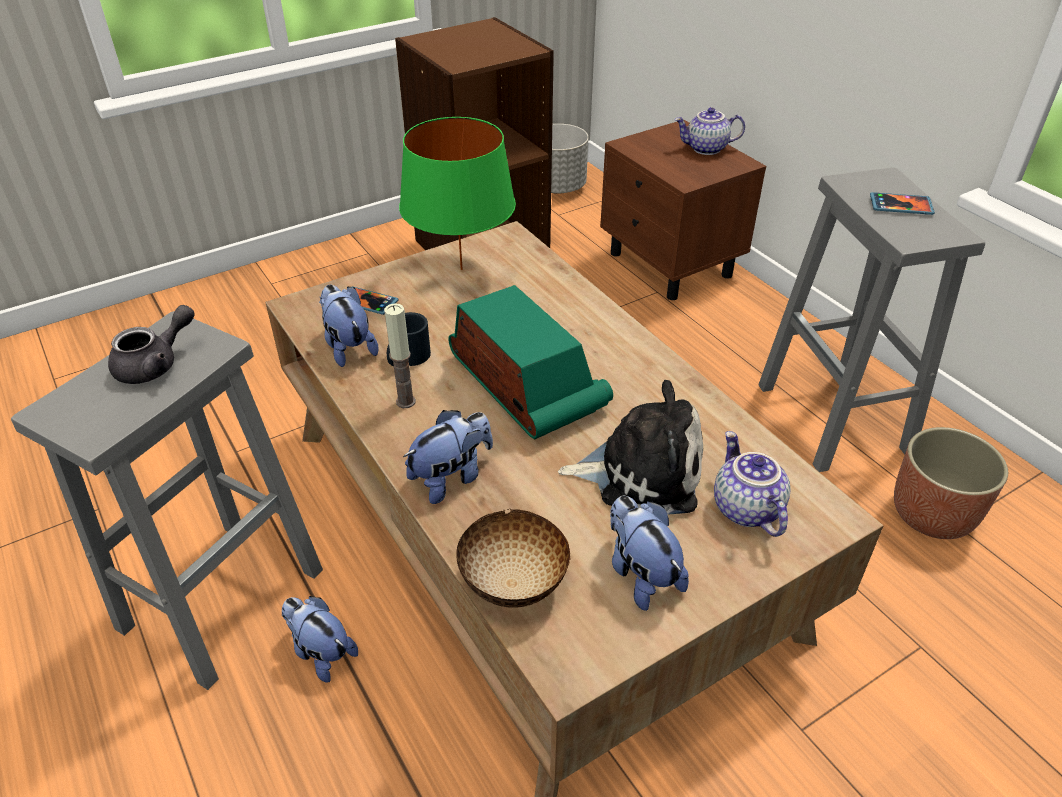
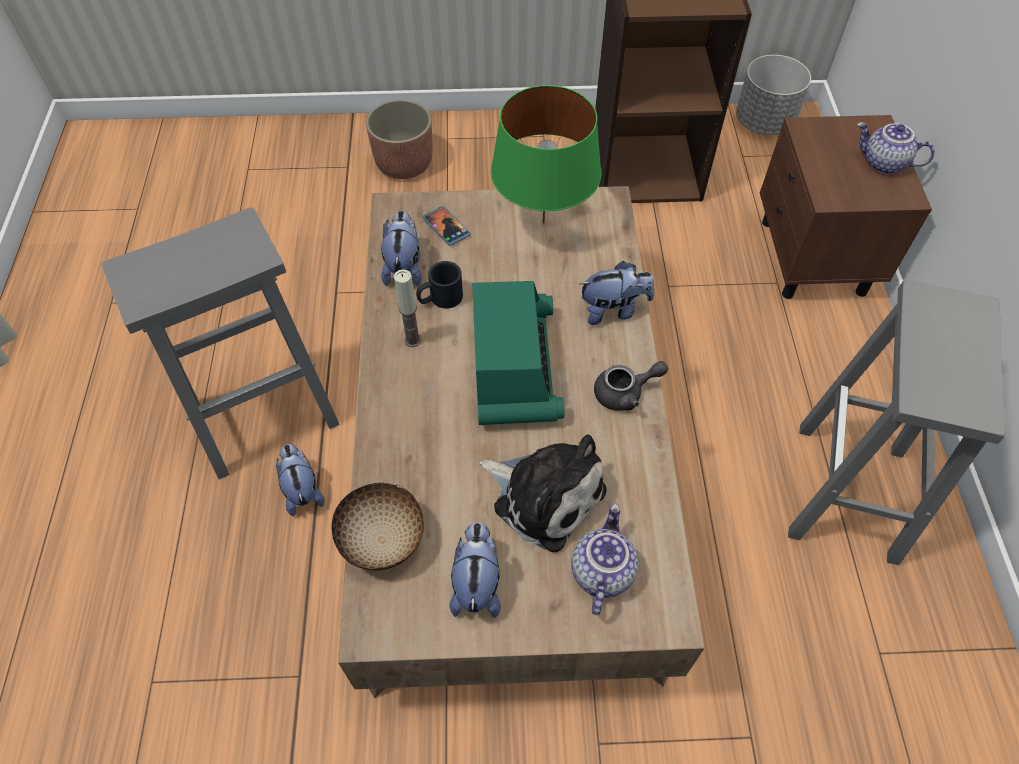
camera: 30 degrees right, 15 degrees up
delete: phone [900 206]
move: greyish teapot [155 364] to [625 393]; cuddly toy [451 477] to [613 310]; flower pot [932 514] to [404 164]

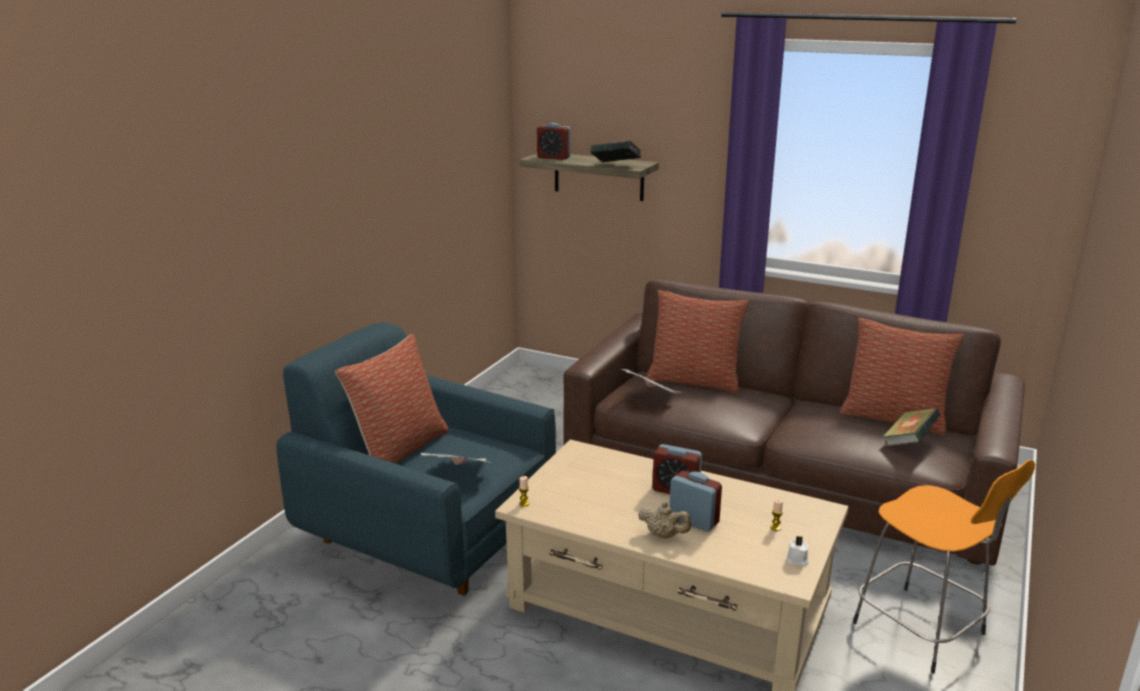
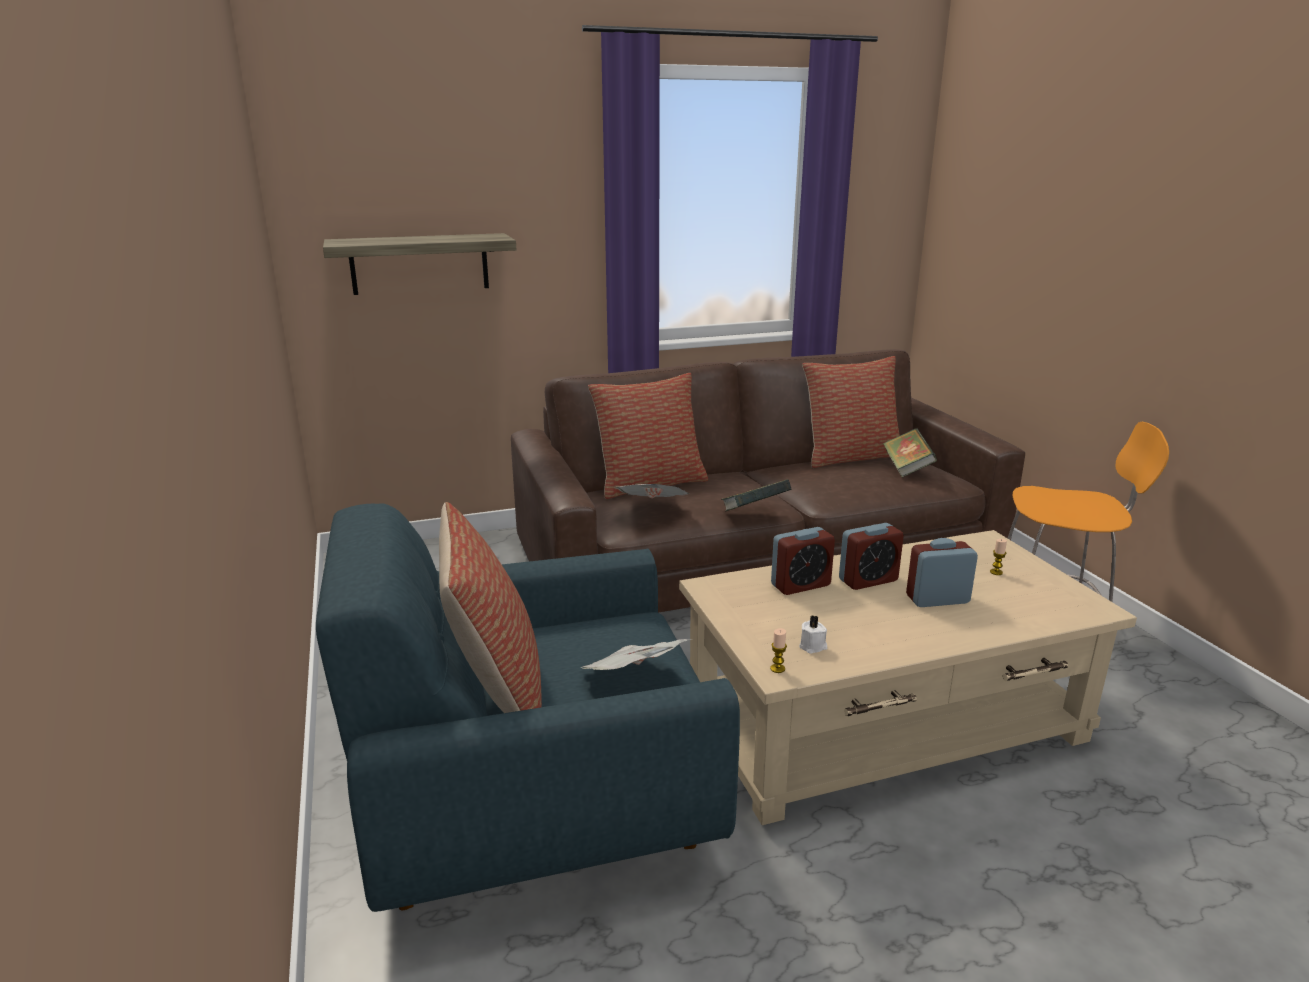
camera: 45 degrees left, 0 degrees up
delete: sand-coloured teapot [664 535]
move: table clock [553 157] to [800 585]; book [615 166] to [754 513]; white-coloured wax candle [797 560] to [813 646]

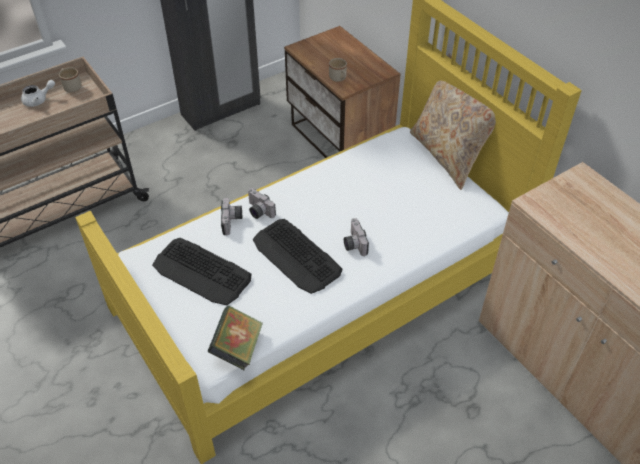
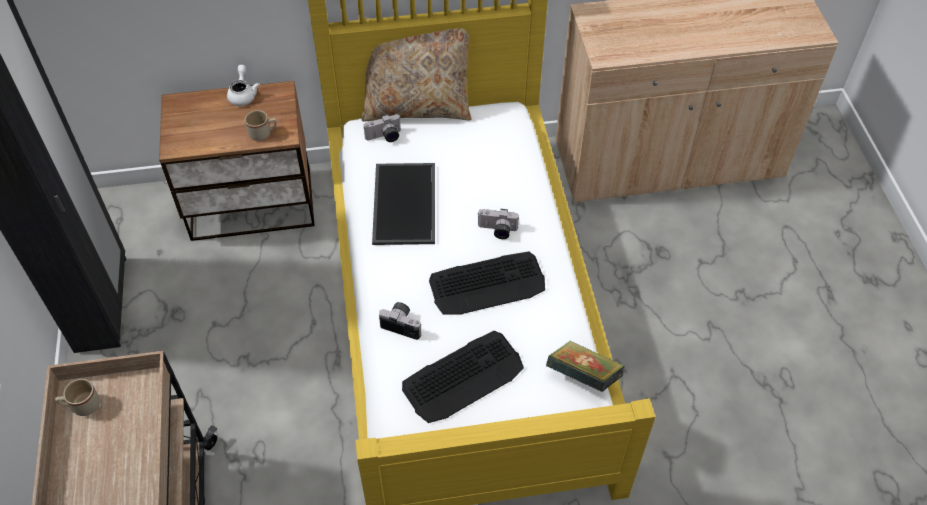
camera: 65 degrees left, 5 degrees up
insert: tray [402 203]
move: white-coloured teapot [39 100] to [243 94]; photo camera [258 211] to [384 137]

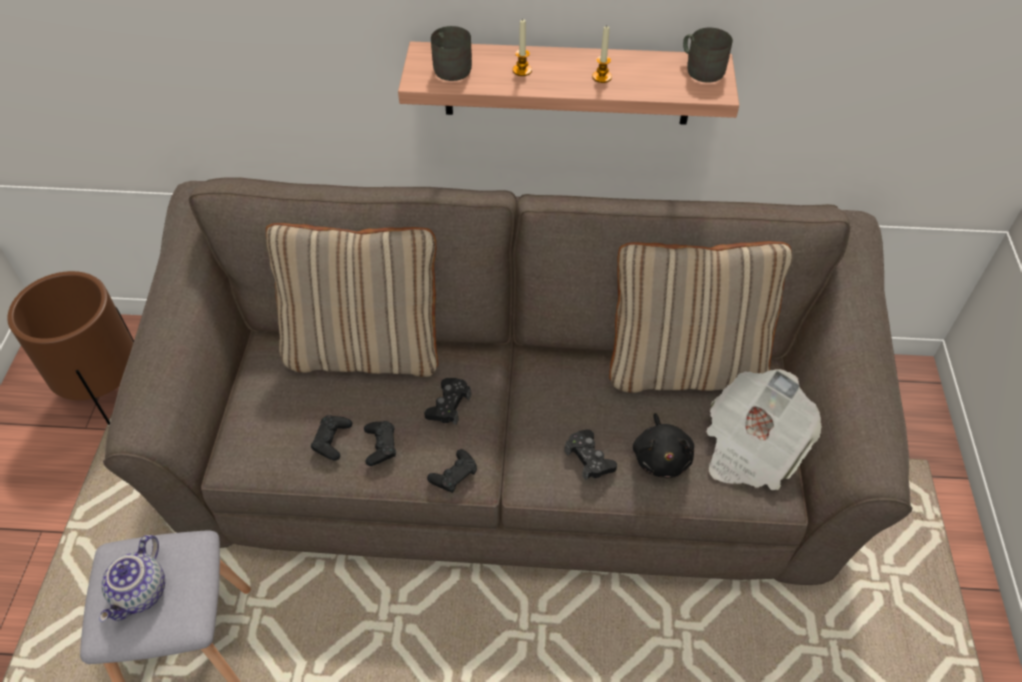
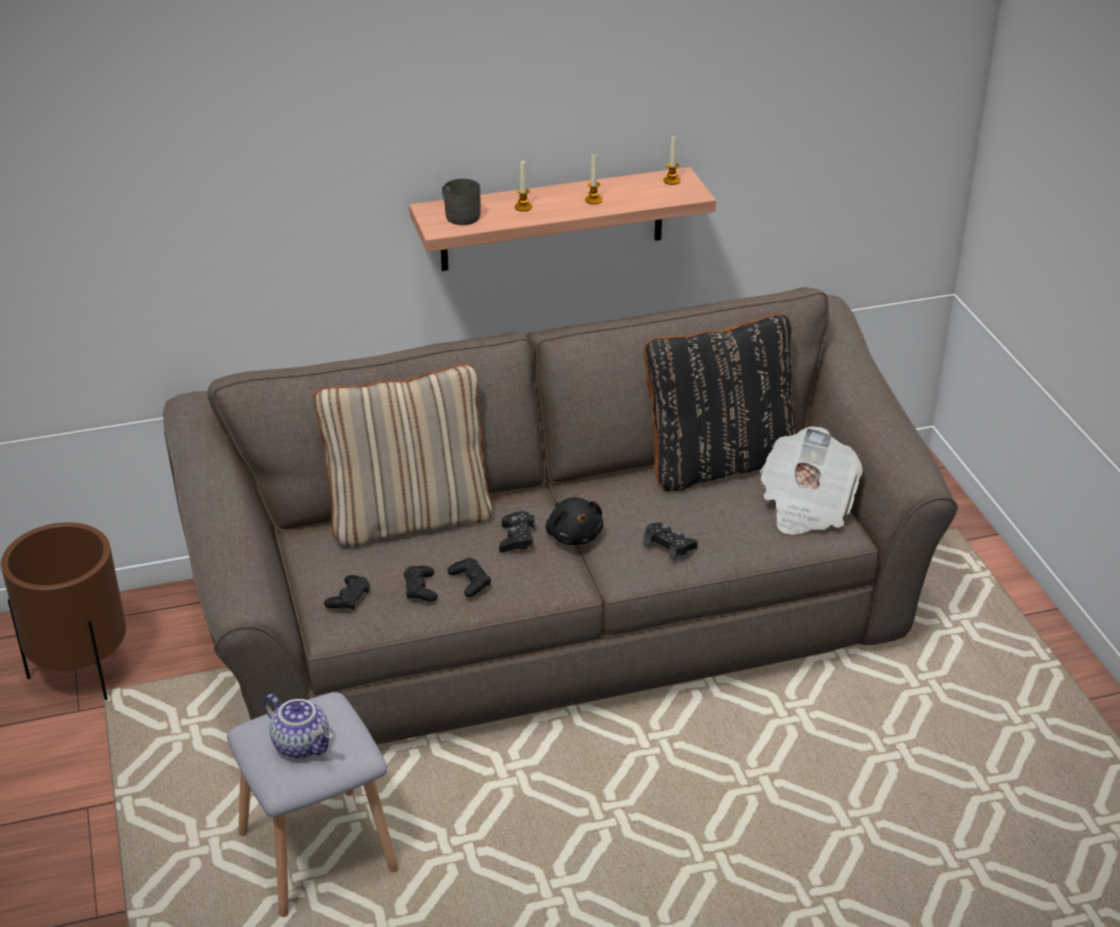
camera: 20 degrees left, 15 degrees down
move: black game controller [454 475] to [348 598]; black cuddly toy [661 457] to [574 535]
replace: greyish coffee mug [701 68] to wax candle [671 181]
recolor: sand-coloured throw pillow [685 367] to black throw pillow [719 463]
rotate: teapot [141 593] = [302 744] 45 degrees counterclockwise

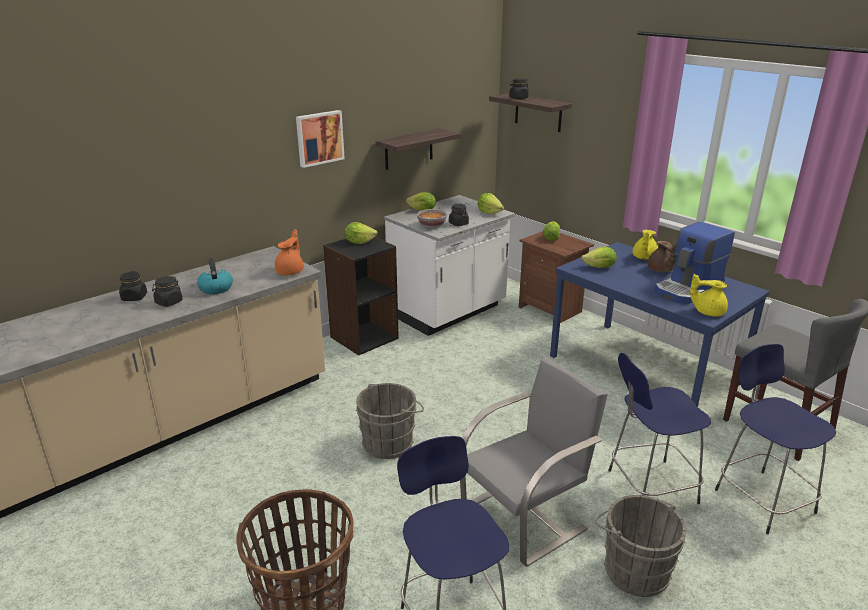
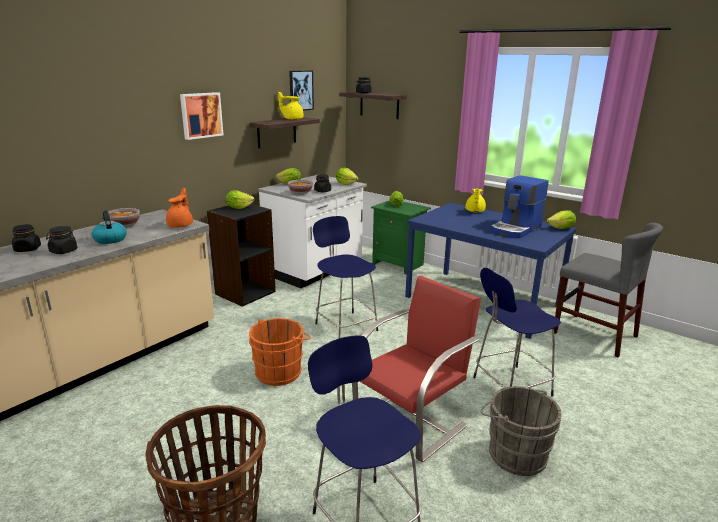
camera: 10 degrees left, 5 degrees down
delete: brownish teapot [660 270]
insert: serving bowl [124 225]; wall picture [300 90]
move: lettuce [599 267] to [561 228]; yellow-coloured teapot [707 311] to [292 119]; bluish stool seat [761 499] to [345 326]
recolor: greyish water bucket [390 442] to orange water bucket [281 371]; greyish chair [525 517] to red-coloured chair [412 421]; brownish bedside table [551 309] to green-coloured bedside table [398 264]

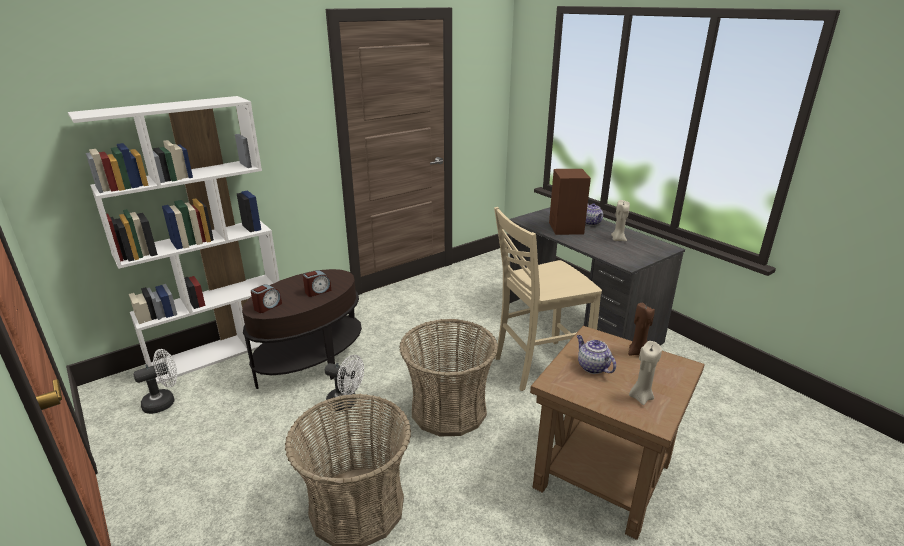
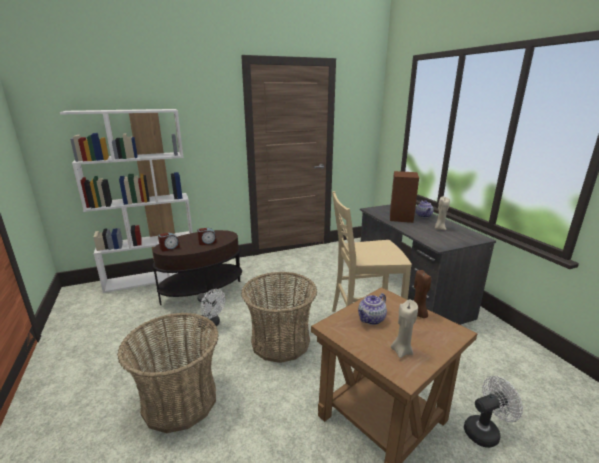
camera: 15 degrees right, 5 degrees down
move: white-coloured electric fan [164 402] to [485 431]
rotate: teapot [592 367] = [371 319] 120 degrees counterclockwise

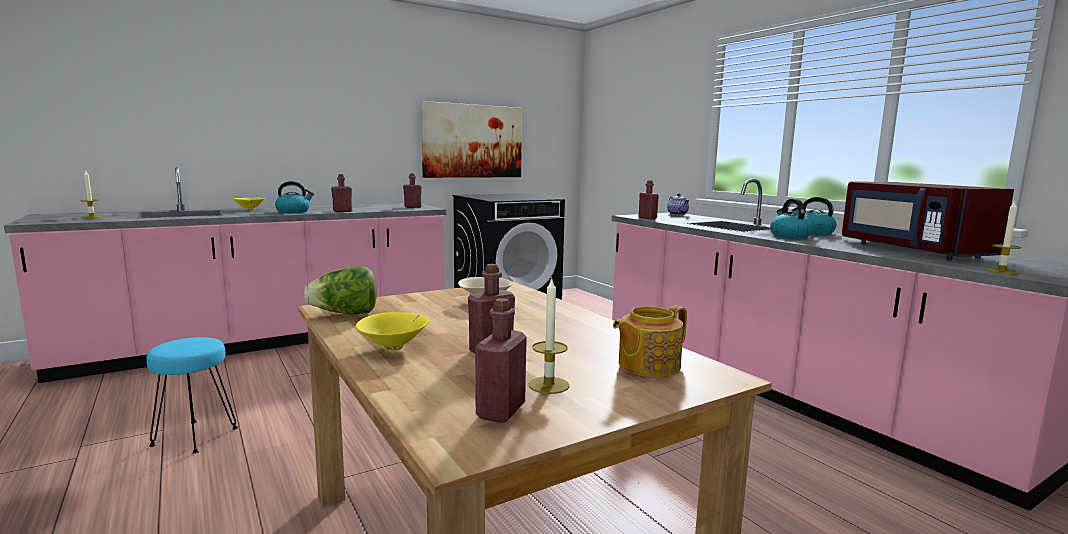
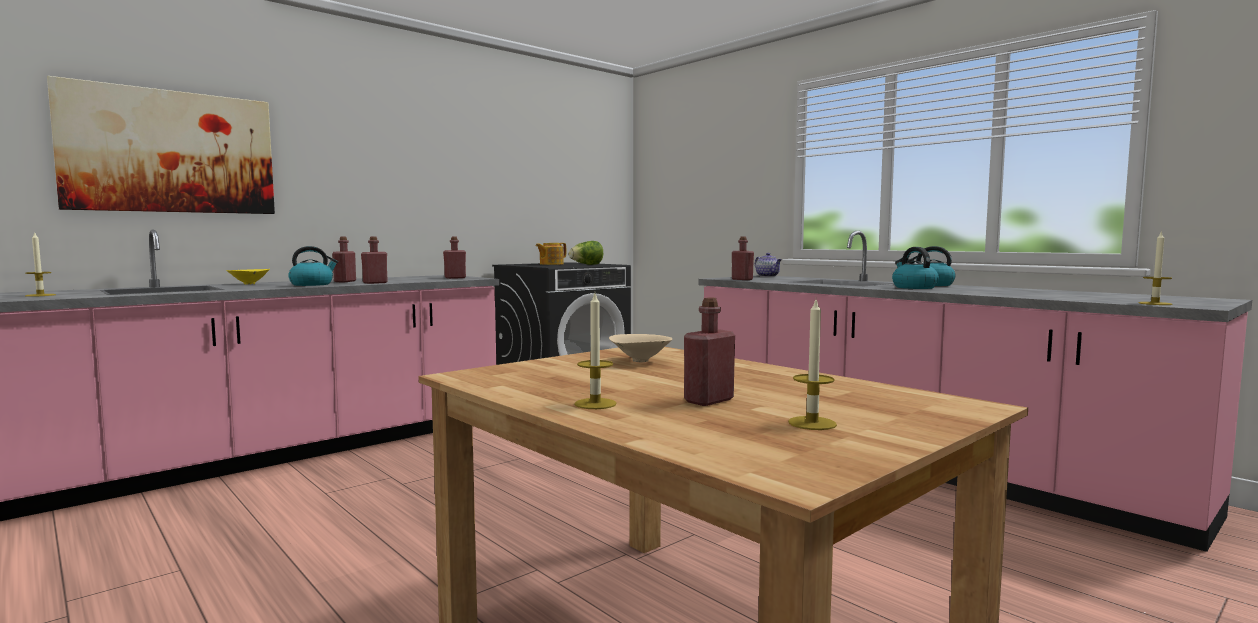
camera: 10 degrees left, 5 degrees down
delete: blue-green stool seat [196 436]; red-coloured microwave oven [910 250]
move: lettuce [345 314] to [586 265]; wall picture [473 141] to [171 152]; red-coloured beverage bottle [501 411] to [345 281]; teapot [647 365] to [550 264]
replace: yellow-coloured serving bowl [395 347] to wax candle [595 404]

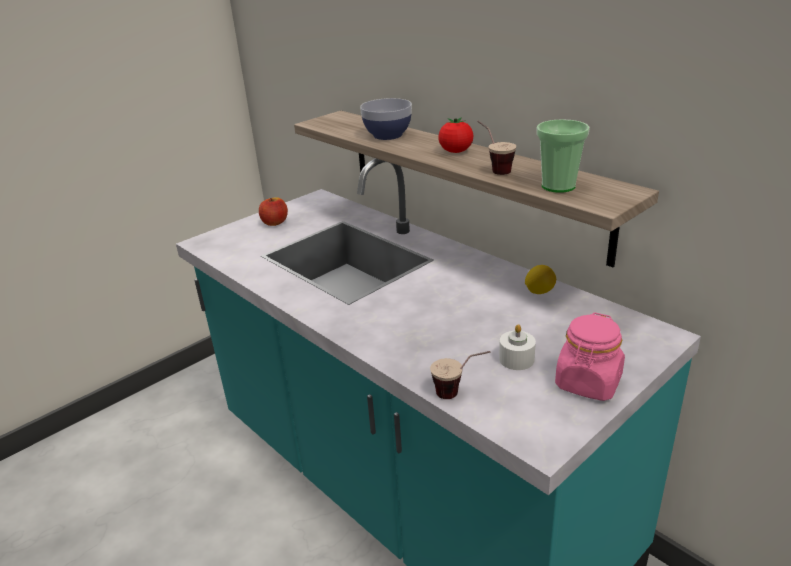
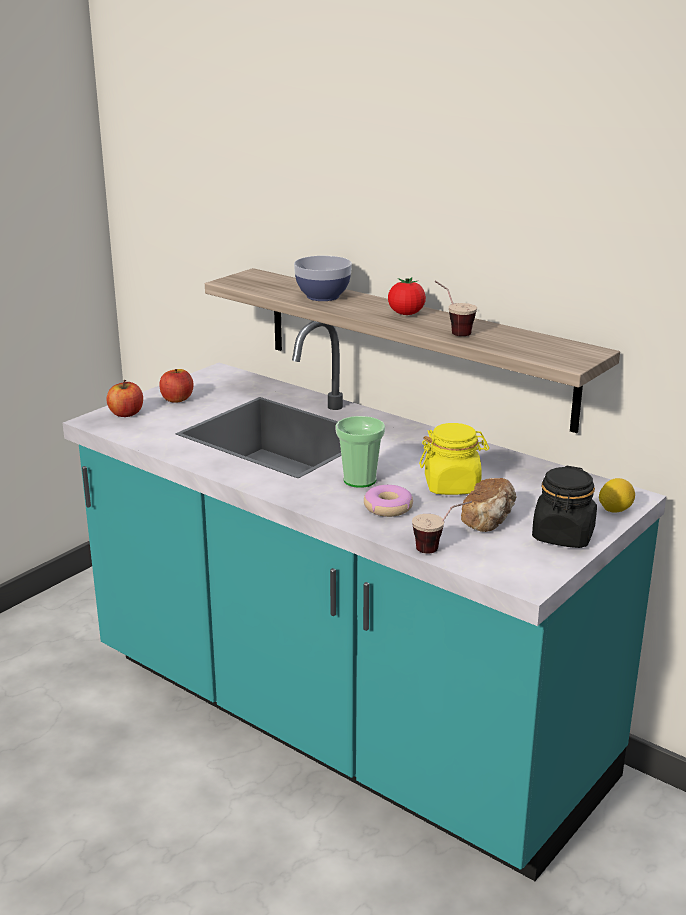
camera: 10 degrees left, 5 degrees down
insert: apple [126 414]; donut [388 507]; yellow-coloured storage jar [452 486]
move: citrus fruit [539 291] to [615 510]; drinking cup [558 186] to [359 480]
replace: white-coloured wax candle [516 359] to bread [489 520]
recolor: pink storage jar [588 383] to black storage jar [563 536]

